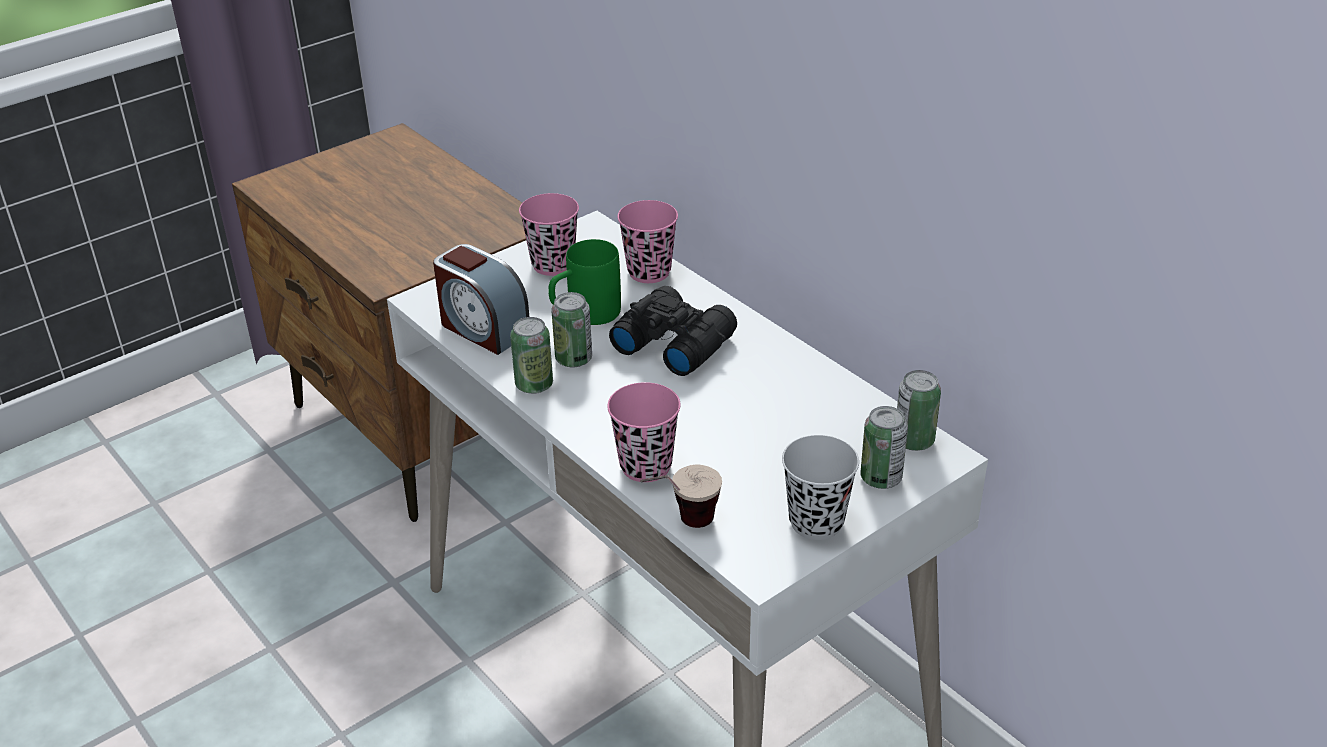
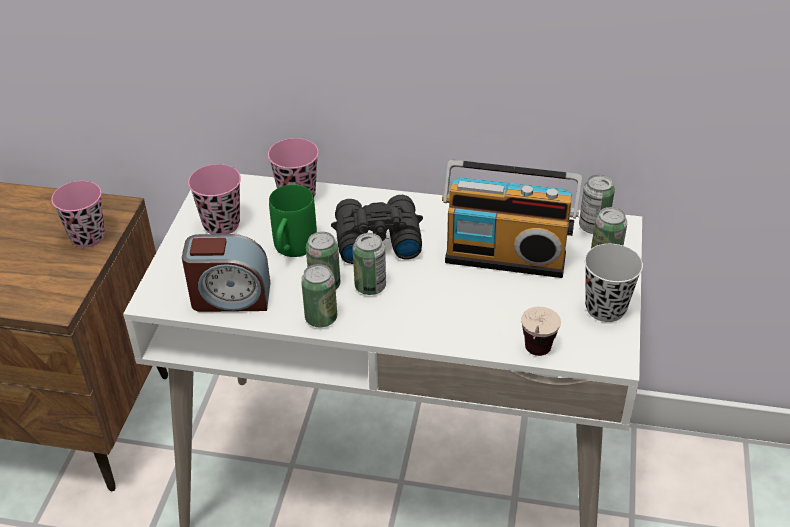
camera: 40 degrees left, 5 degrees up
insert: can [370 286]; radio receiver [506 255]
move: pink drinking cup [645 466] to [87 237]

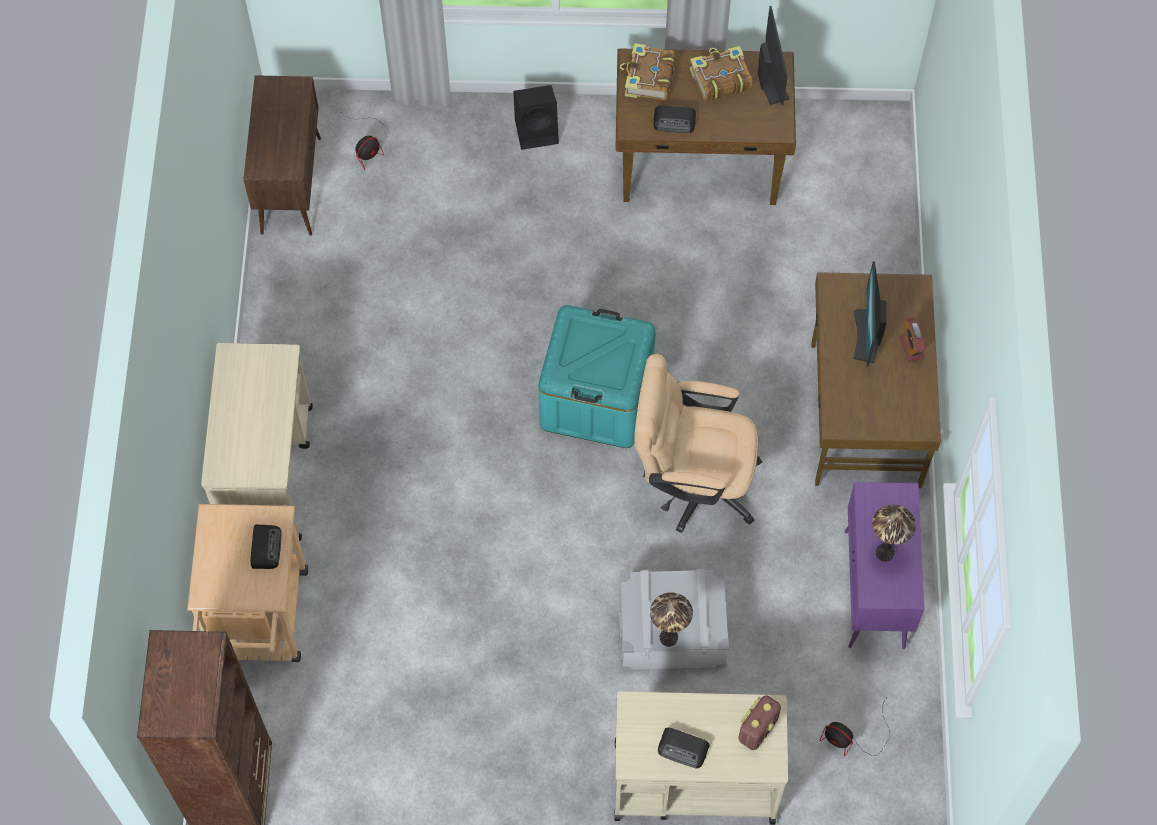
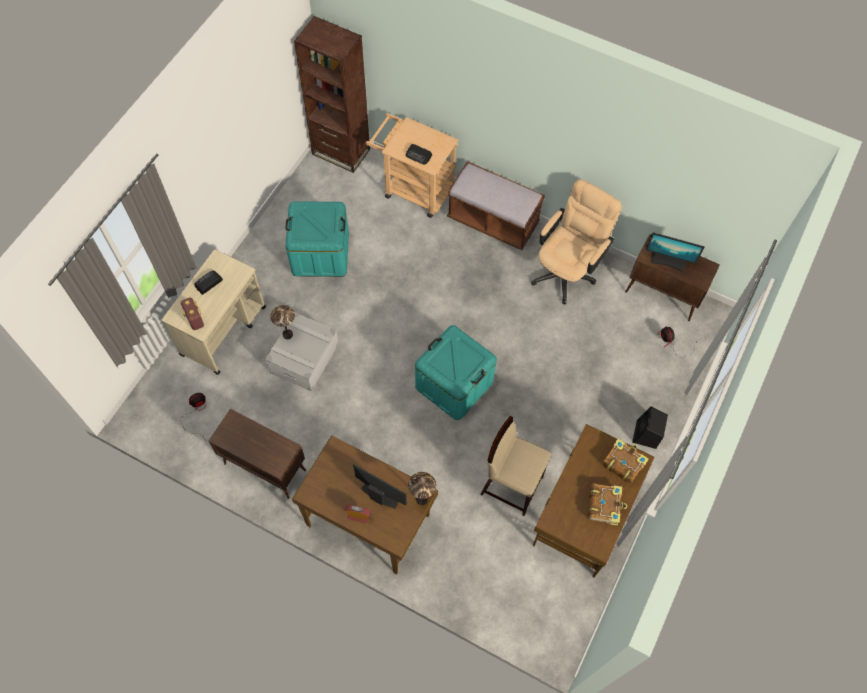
camera: 115 degrees right, 0 degrees up
delete: radio receiver [675 121]
insert: blue-green storage bin [320 253]; sand-coloured stool seat [511 484]
move: sand-coloured office chair [692 482] to [567 270]; monitor [771 80] to [668 261]; table lamp [884 553] to [422 499]
replace: sand-coloured trolley [268 470] to brownish bench [493 221]
recolor: purple-coloured cabinet [874 590] to brownish cabinet [264 467]

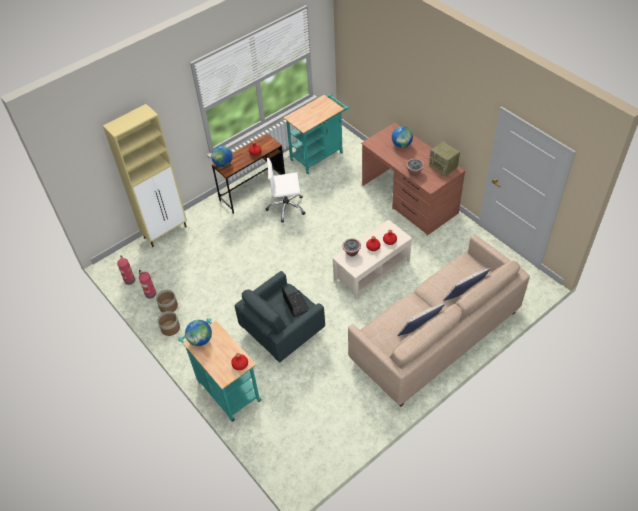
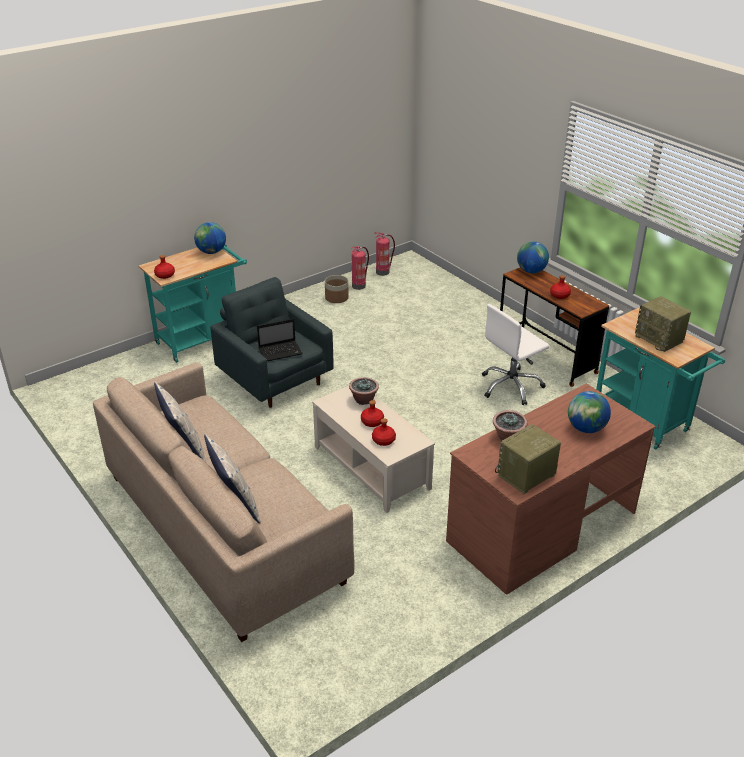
camera: 90 degrees right, 15 degrees down
delete: sand-coloured cabinet [166 232]; flower pot [170 328]
insert: radio receiver [660 339]
rotate: white-coloured office chair [286 208] = [511 386] 120 degrees counterclockwise

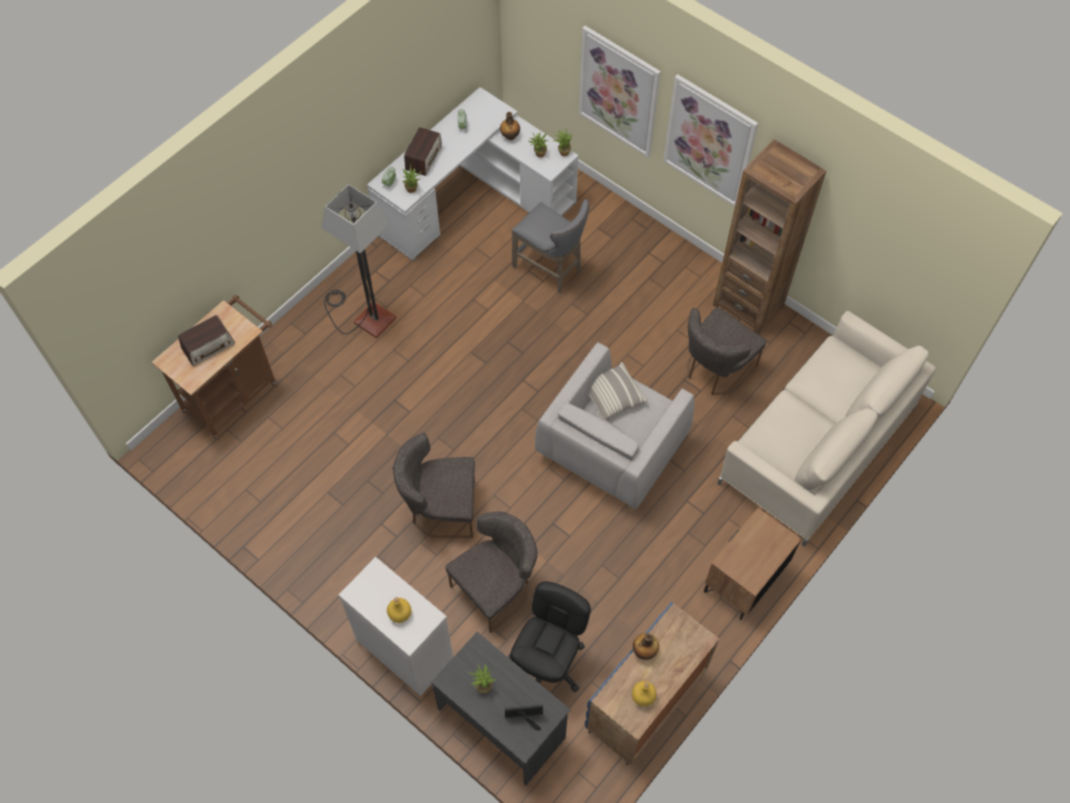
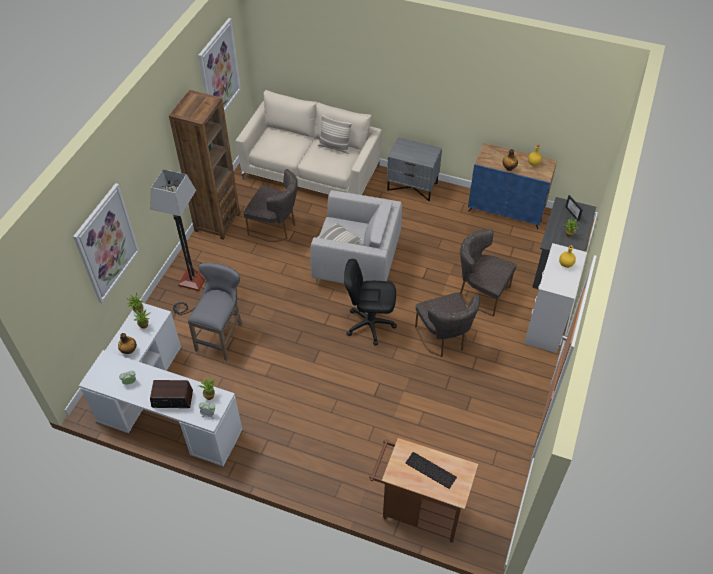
camera: 110 degrees left, 10 degrees down
insert: throw pillow [334 147]
move: standard lamp [364 317] to [192 287]; black office chair [548 663] to [370 324]; wall picture [709 141] to [219 73]
replace: radio receiver [208 346] to computer keyboard [429 470]
recolor: brownish bedside table [744 580] to greyish bedside table [412 186]

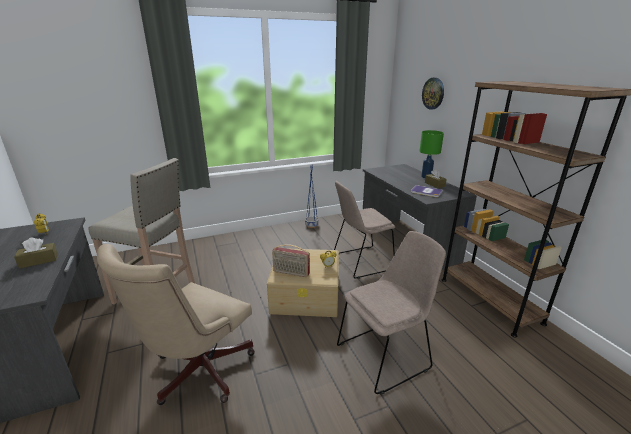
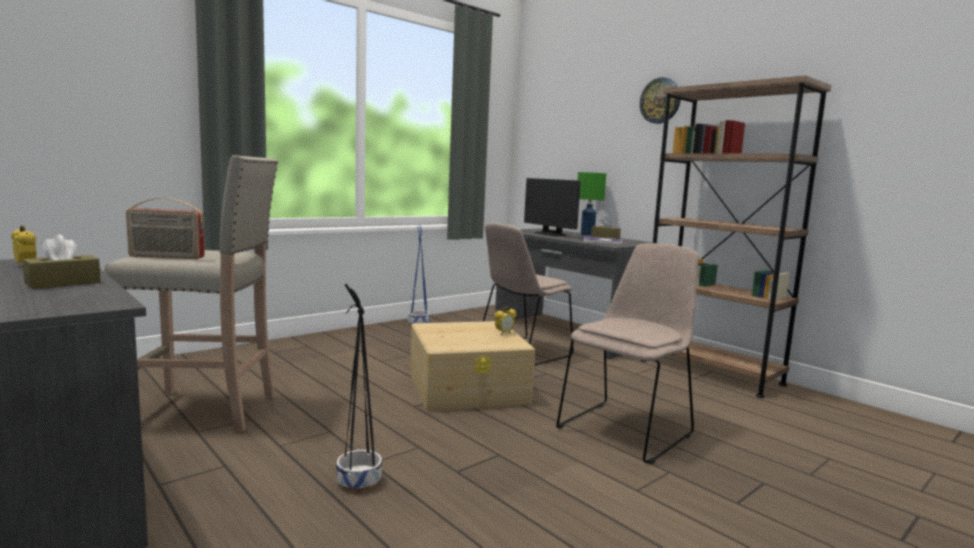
camera: 20 degrees left, 15 degrees down
insert: monitor [550 234]
move: radio receiver [291 273] to [166 257]; hanging clock [433 93] to [660 101]
replace: sand-coloured office chair [197 372] to black flower pot [358 482]

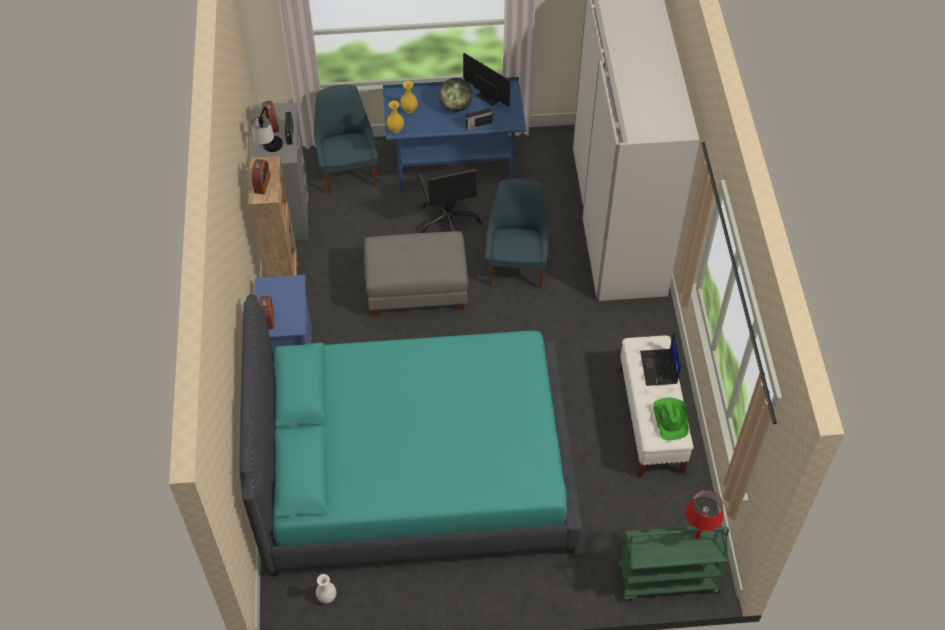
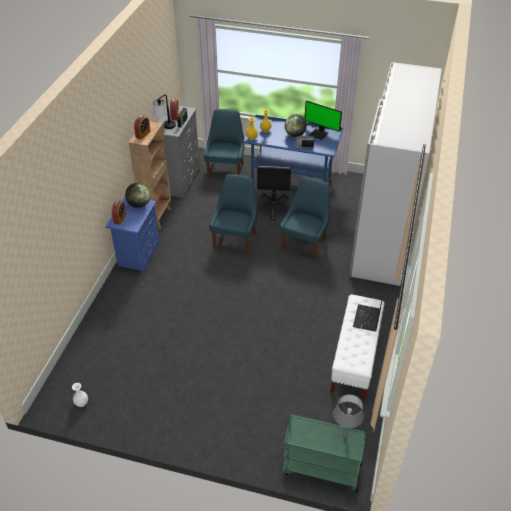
camera: 20 degrees right, 10 degrees down
delete: blue-green bed [415 470]; green-coloured clothing hat [671 419]
insert: globe [139 205]
replace: greyish pouffe [417 288] to bluish chair [235 240]
recolor: red-coloured table lamp [697 536] to greyish table lamp [344 435]
rotate: monitor [490 96] = [319 134] 150 degrees clockwise

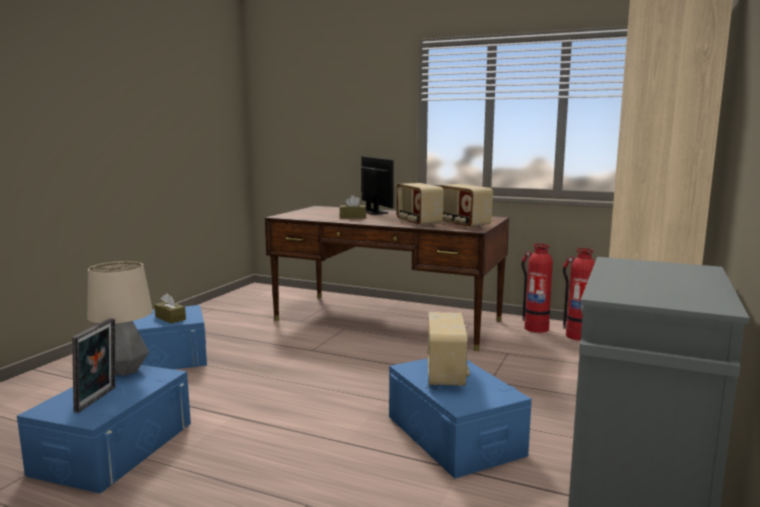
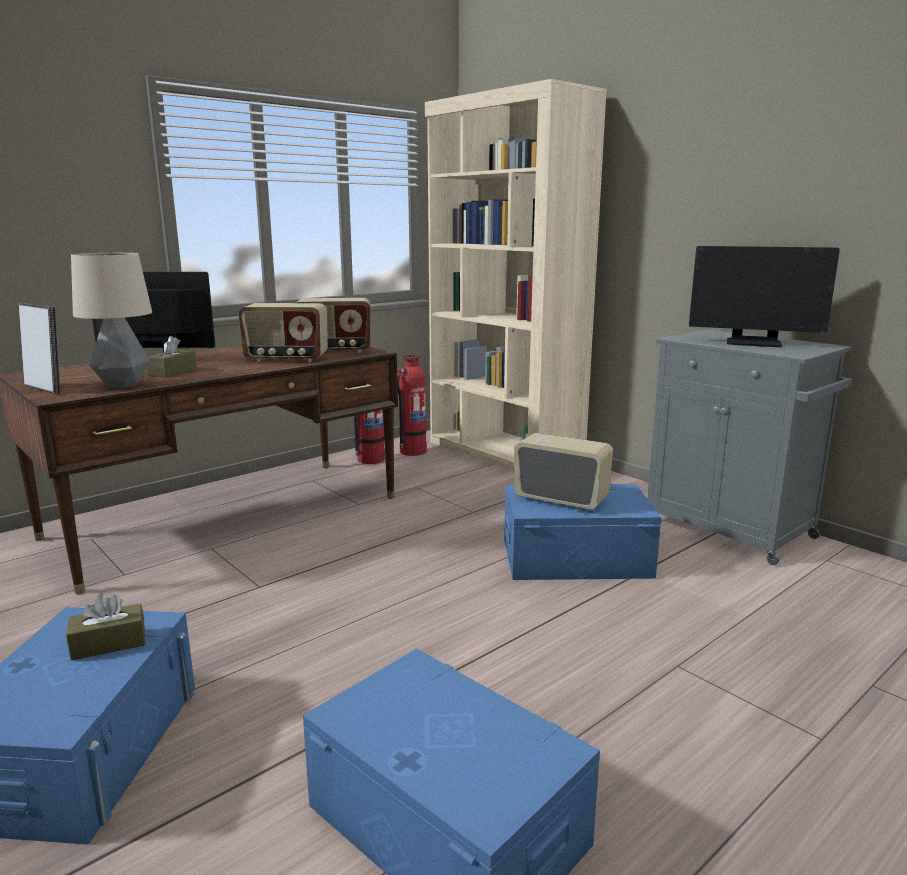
camera: 65 degrees left, 5 degrees up
insert: monitor [753 343]
move: standing frame [98 399] to [45 389]; table lamp [126 370] to [123 385]

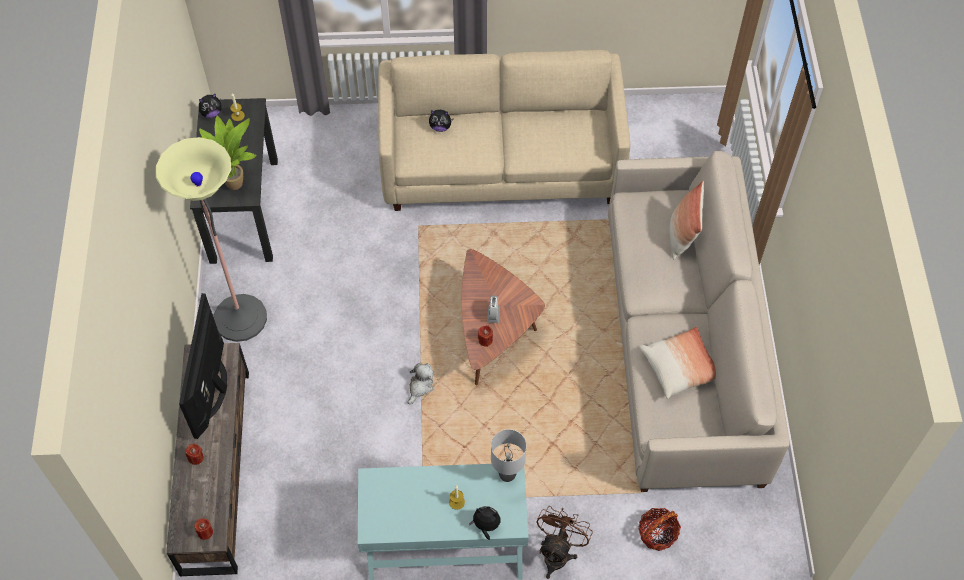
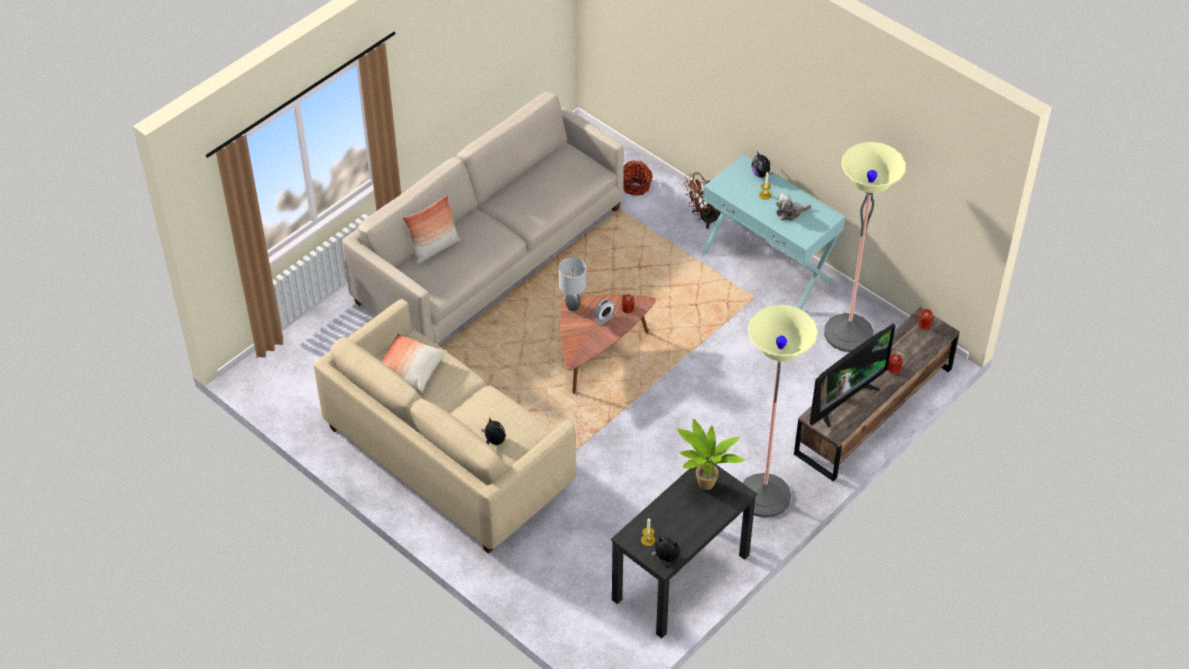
camera: 135 degrees left, 10 degrees down
insert: standard lamp [848 333]
move: cuddly toy [420 386] to [790 212]; greyish table lamp [506 475] to [573 307]; throw pillow [680 367] to [410 369]

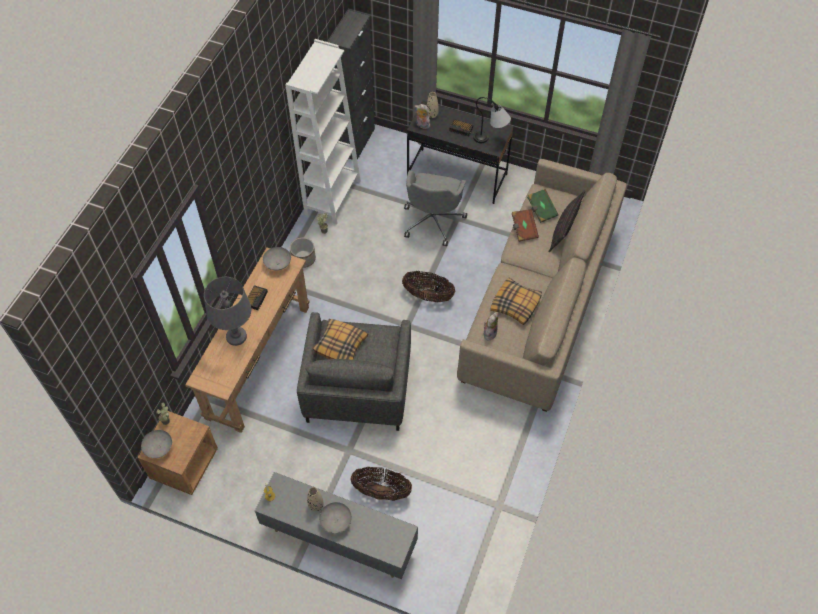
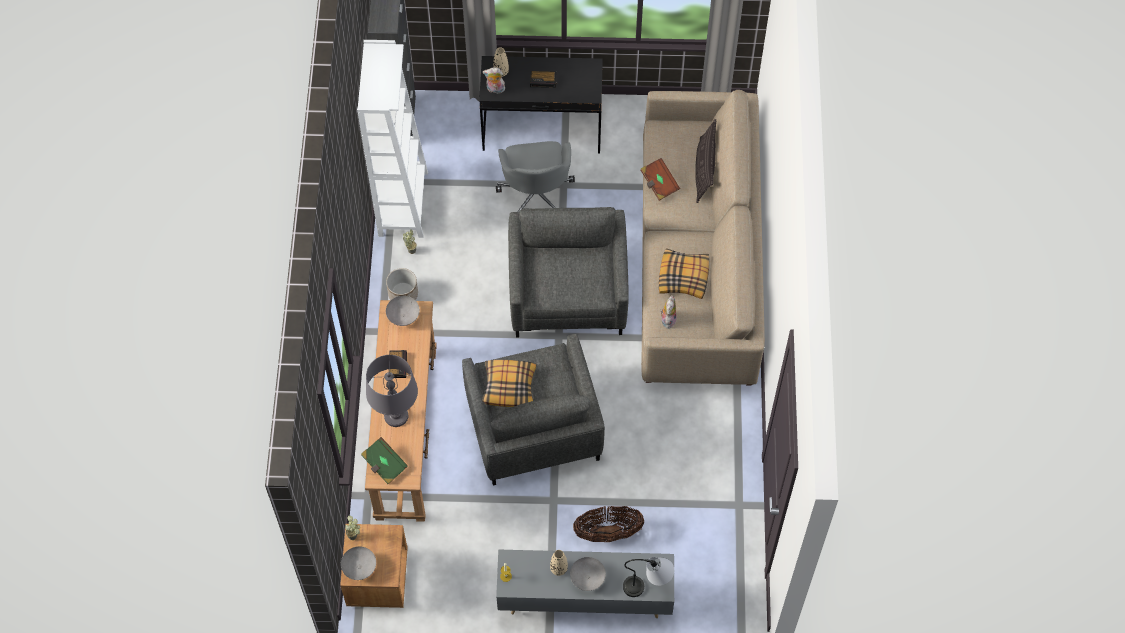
camera: 20 degrees left, 5 degrees up
move: table lamp [491 140] to [648 586]; green-coloured book [541 210] to [384 464]
replace: household basket [428 296] to greyish lounge chair [568 292]

